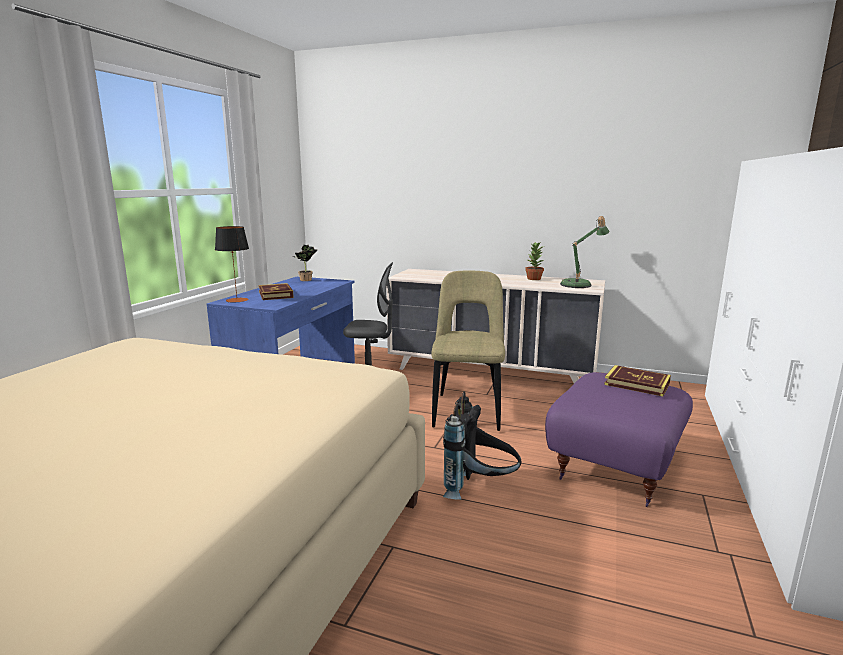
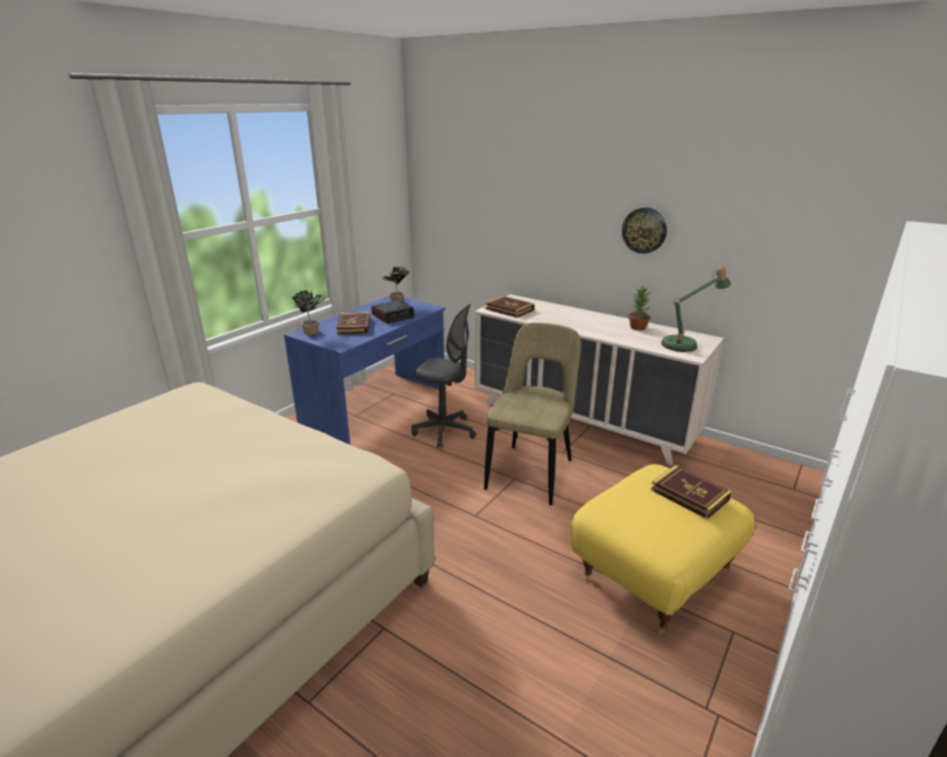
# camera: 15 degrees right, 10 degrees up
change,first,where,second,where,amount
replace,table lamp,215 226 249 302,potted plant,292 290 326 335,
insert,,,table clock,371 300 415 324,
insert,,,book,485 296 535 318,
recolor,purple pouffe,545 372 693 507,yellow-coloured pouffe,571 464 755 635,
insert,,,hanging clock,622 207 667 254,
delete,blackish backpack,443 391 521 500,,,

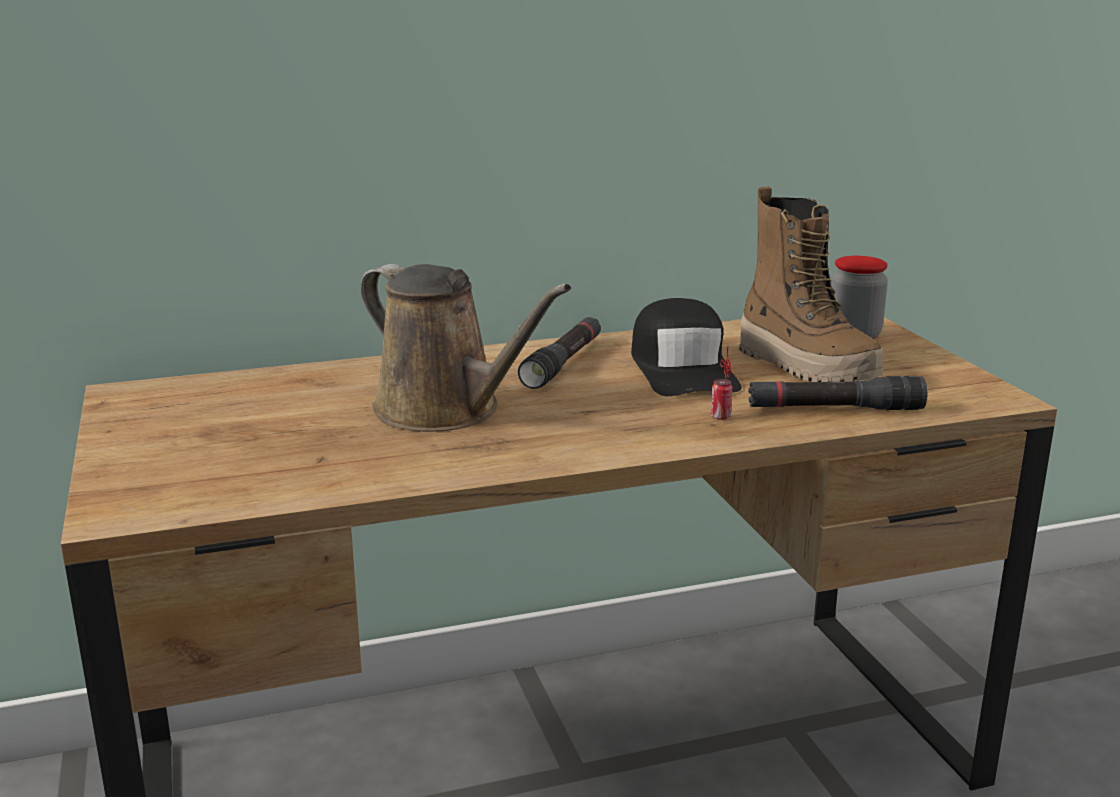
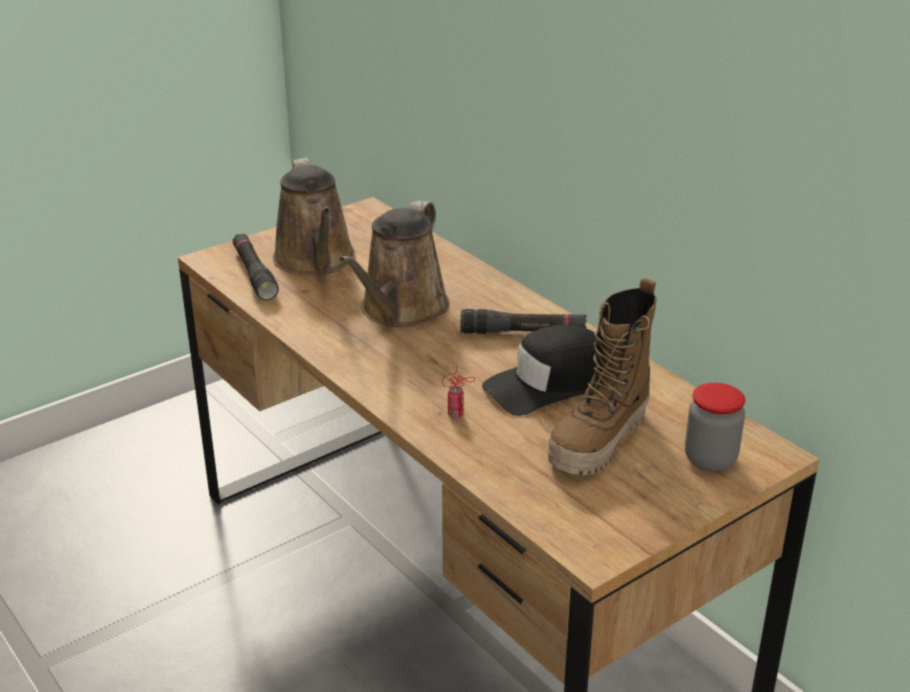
# camera: 70 degrees right, 10 degrees up
change,first,where,second,where,amount
move,blackish hand torch,748 376 927 410,,233 234 279 300,
insert,,,brown watering pot,273 158 355 275,

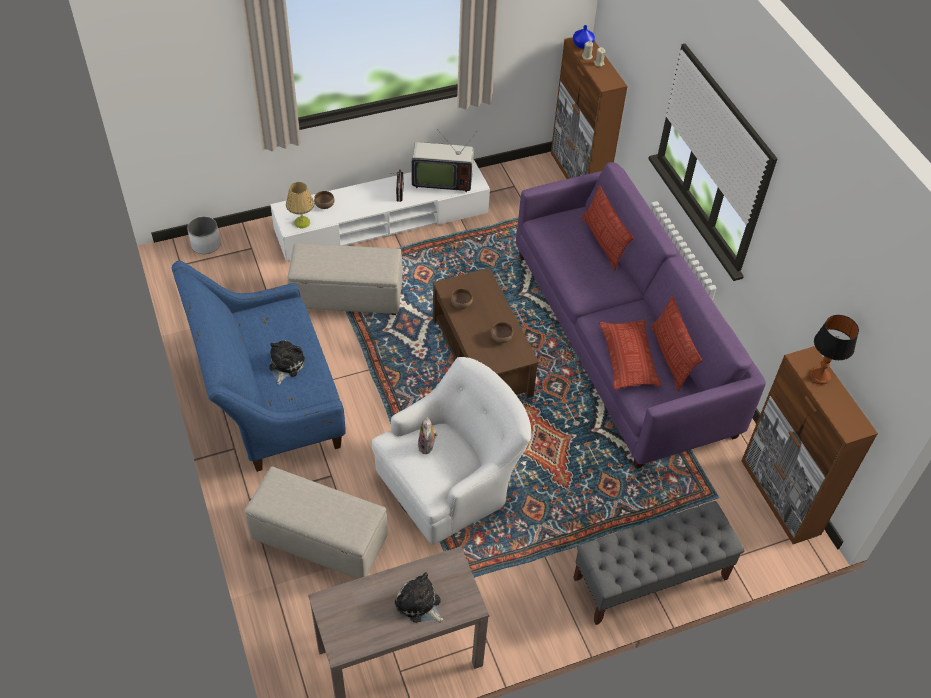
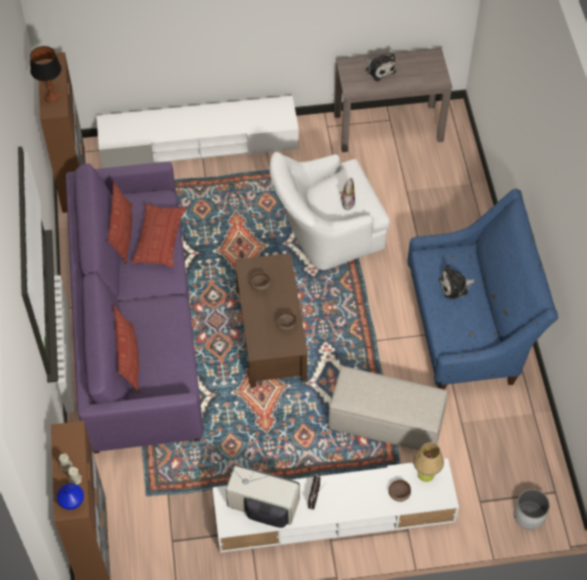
# camera: 165 degrees left, 5 degrees up
change,first,where,second,where,amount
replace,gray long seat,573 501 745 625,white tv stand,97 96 299 168,
rotate,plush toy,269 340 305 385,,439 264 475 300,45 degrees clockwise
delete,beige-coloured pouffe,245 467 387 579,,,

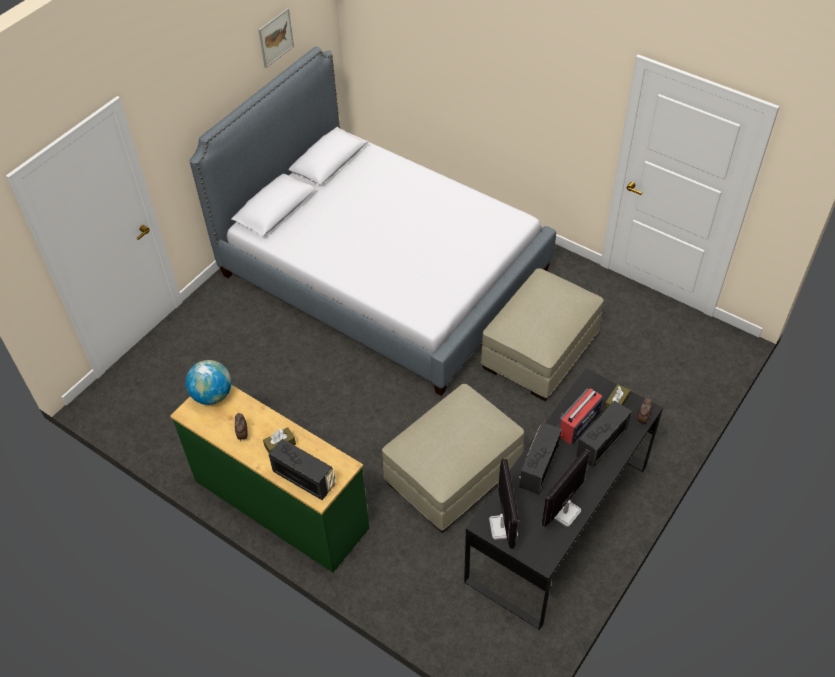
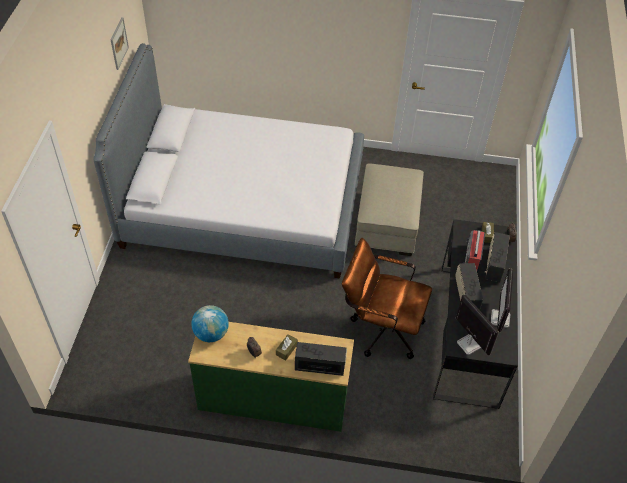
# camera: 30 degrees left, 0 degrees up
change,first,where,second,where,amount
replace,beige-coloured pouffe,382 384 524 533,brown desk chair,342 238 432 359,

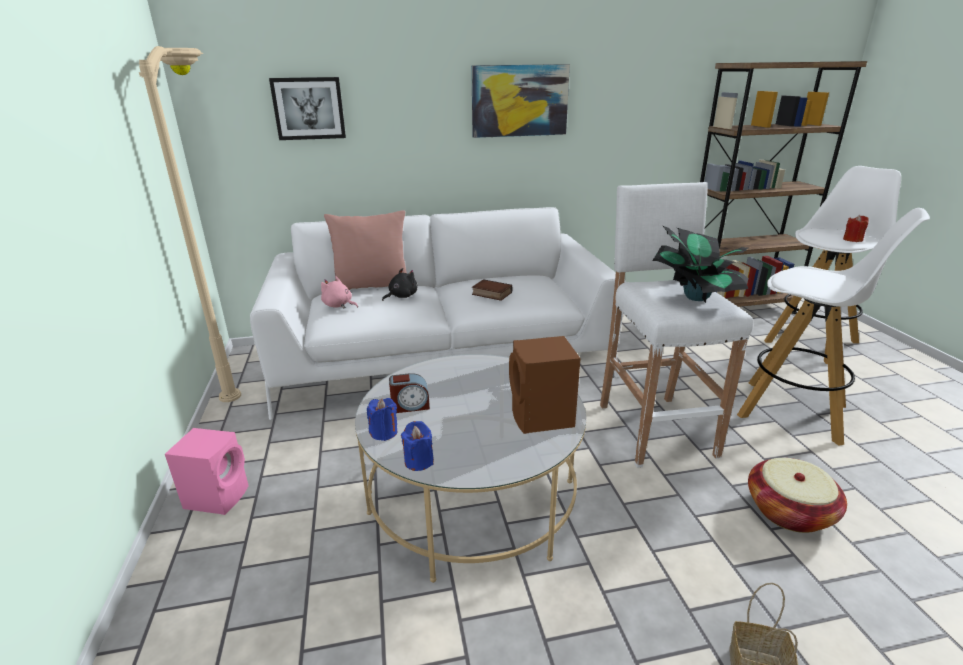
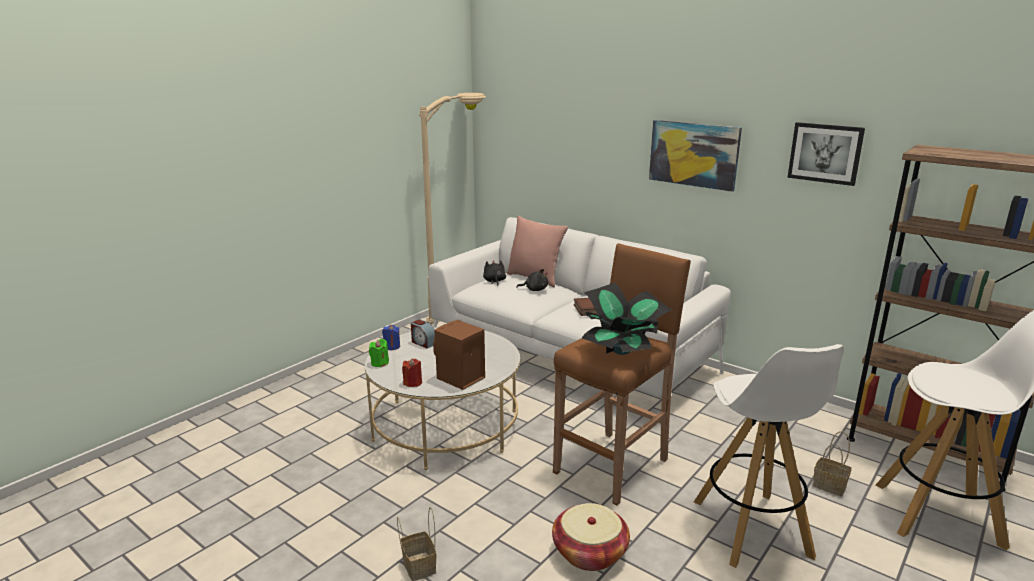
# camera: 50 degrees right, 5 degrees down
change,first,where,second,where,amount
recolor,bluish candle,401 421 434 471,green candle,369 339 389 367,
move,red-coloured candle,843 215 869 242,,402 358 422 387,
recolor,pink-coloured plush toy,321 276 358 308,blackish plush toy,483 260 506 286,
recolor,white sitting stool,600 182 753 468,brown sitting stool,553 243 691 506,
move,picture,269 77 346 140,,787 122 865 186,
insert,,,household basket,813 431 852 496,
delete,pink-coloured loudspeaker,165 428 249 515,,,

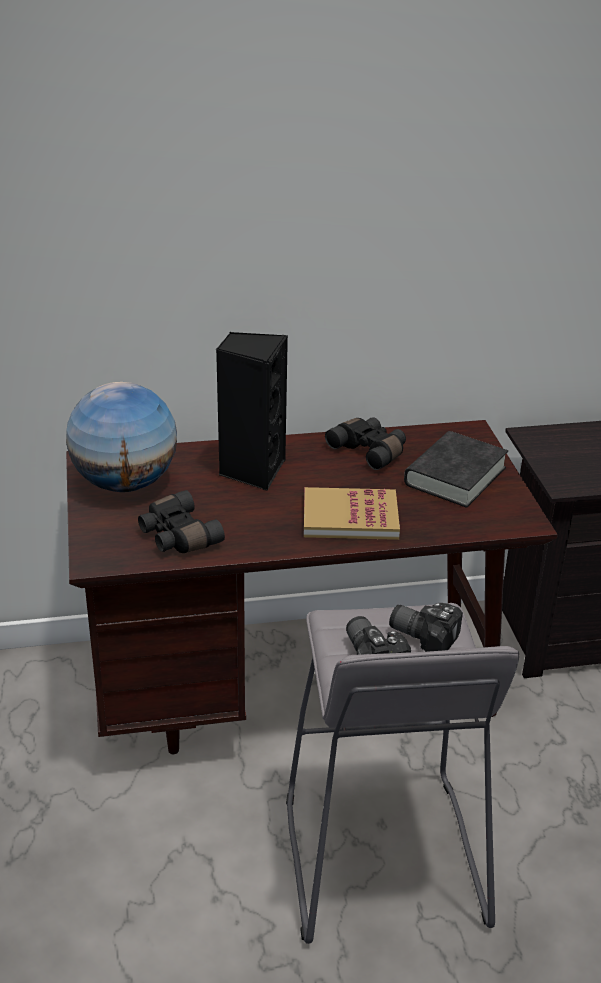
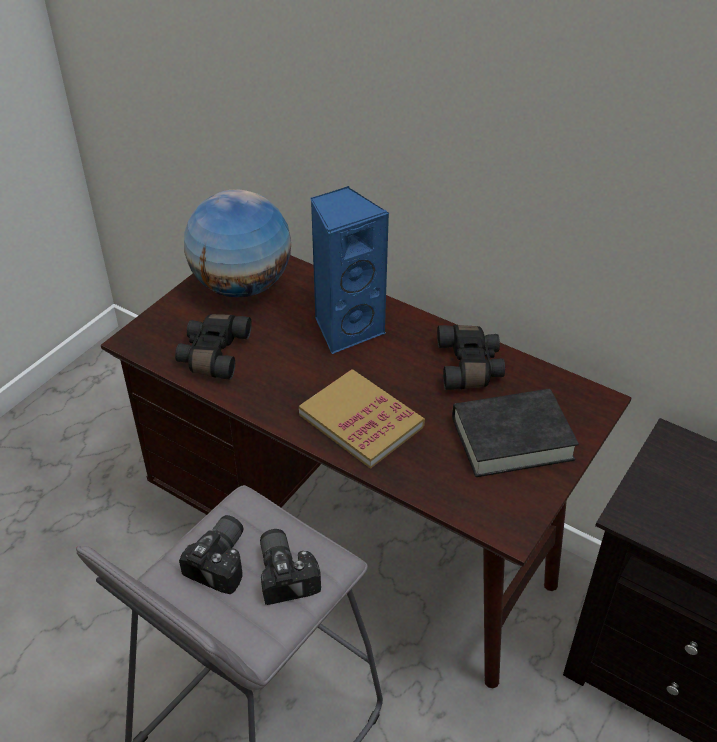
# camera: 45 degrees right, 10 degrees up
change,first,where,second,where,amount
recolor,blackish loudspeaker,216 332 288 491,bluish loudspeaker,310 186 389 354,

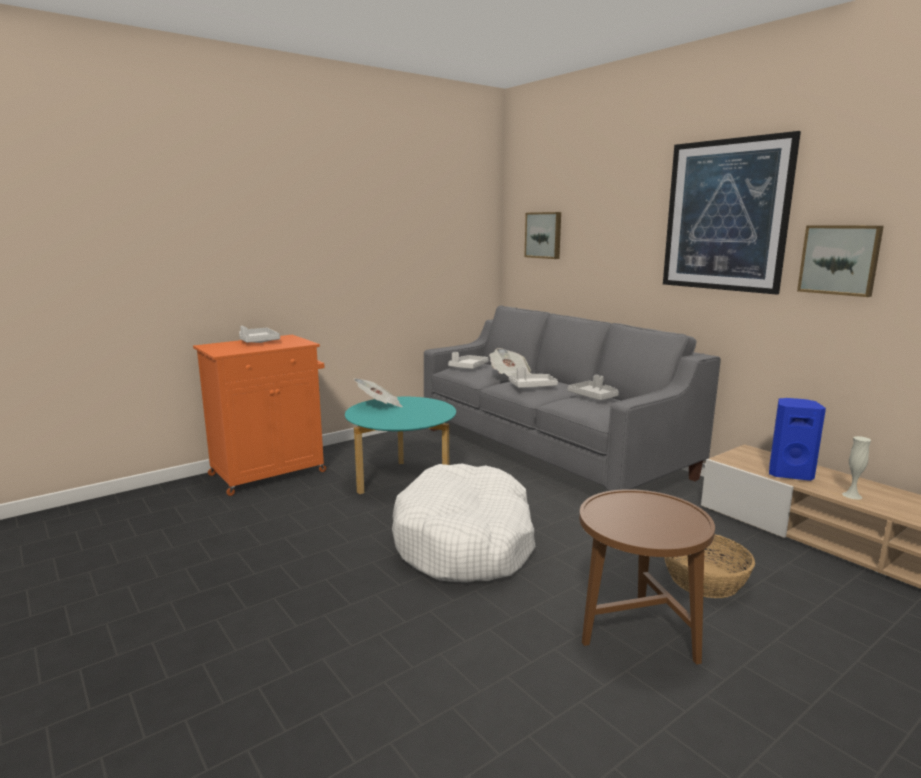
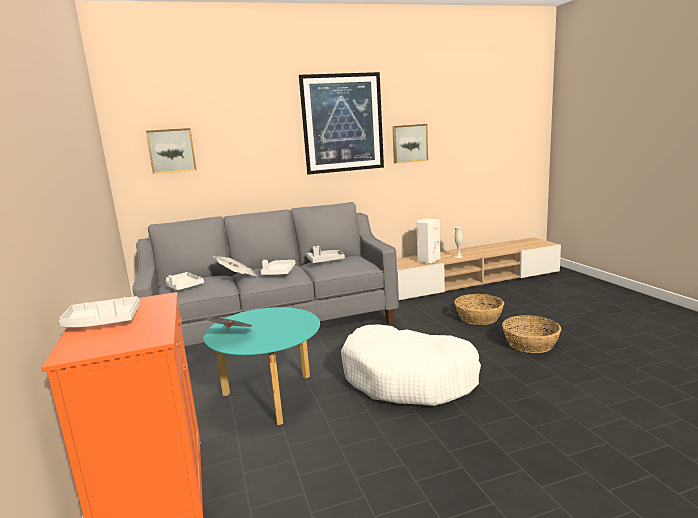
# camera: 70 degrees left, 0 degrees up
change,first,where,second,where,amount
recolor,bluish loudspeaker,769 398 826 481,white loudspeaker,416 219 440 264,
replace,brown side table,579 489 715 665,household basket,502 315 561 353,

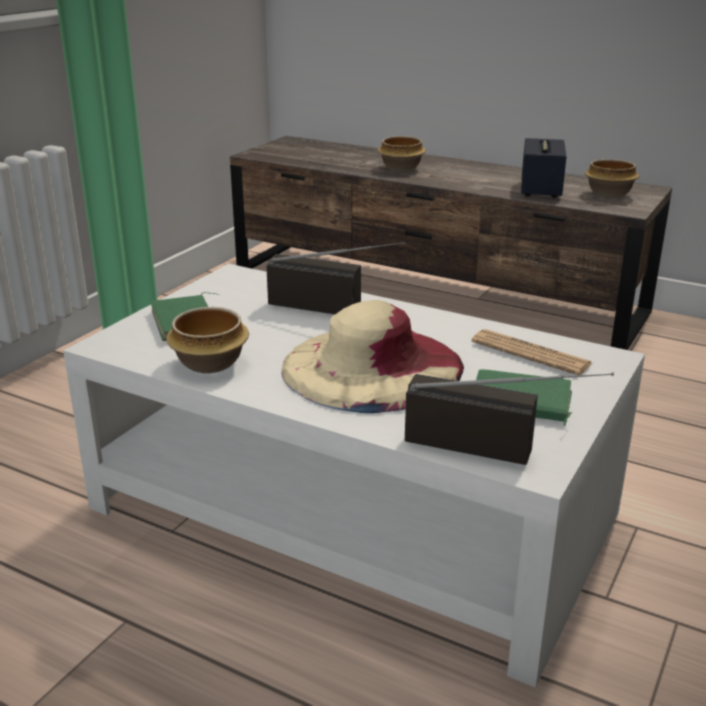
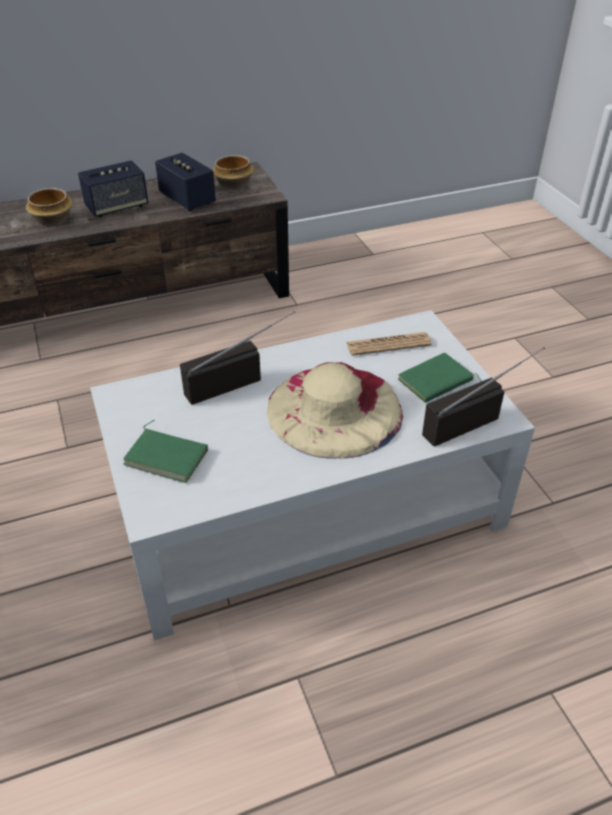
# camera: 50 degrees left, 15 degrees up
change,first,where,second,where,amount
insert,,,loudspeaker,78 160 149 217,
delete,deep dish,166 307 249 373,,,

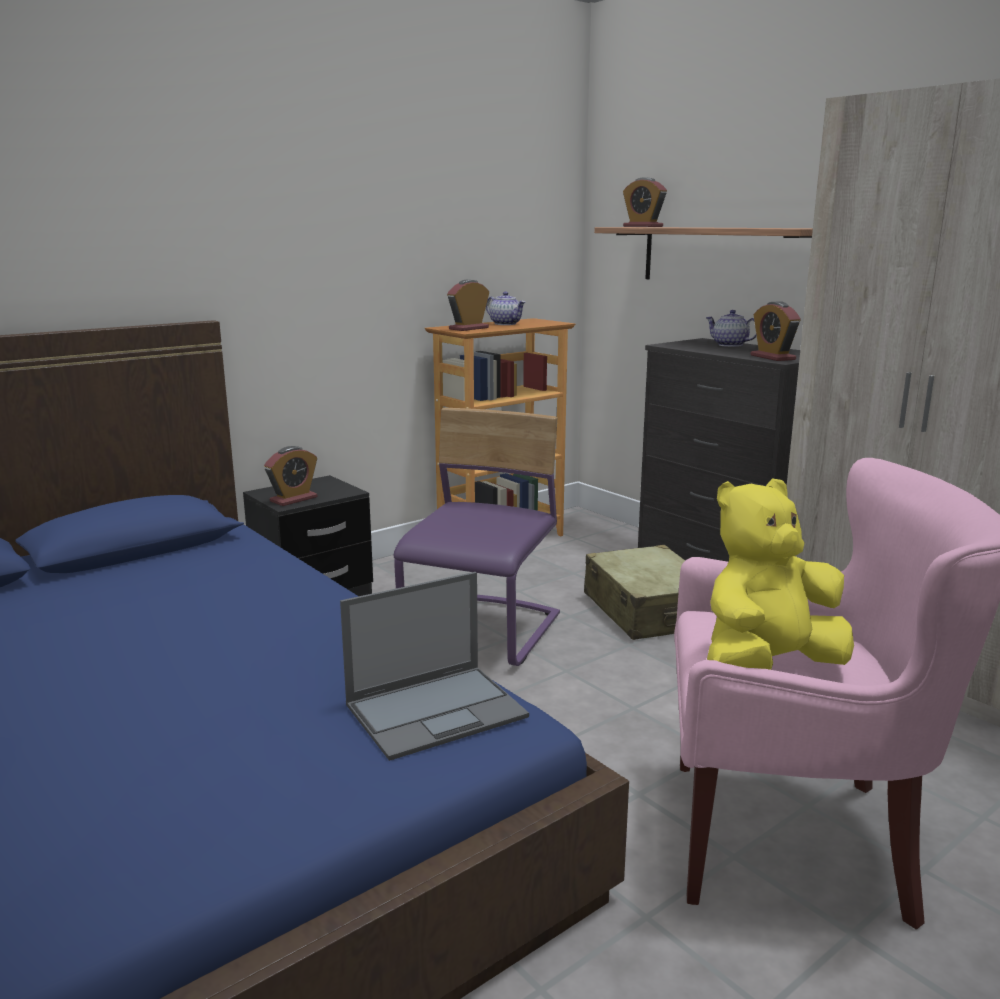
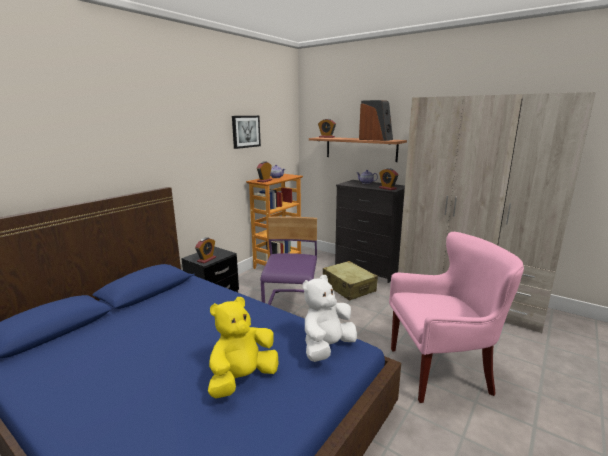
# camera: 15 degrees left, 0 degrees up
change,first,where,second,where,amount
move,yellow-coloured plush toy,707 478 854 670,,208 297 279 398,
insert,,,picture,232 116 261 149,
replace,laptop,340 572 529 761,white plush toy,303 275 357 362,
insert,,,loudspeaker,359 100 393 141,

